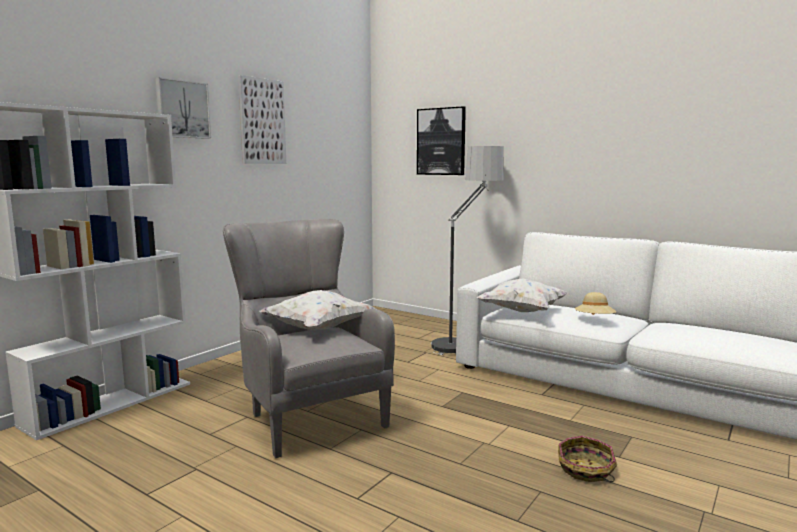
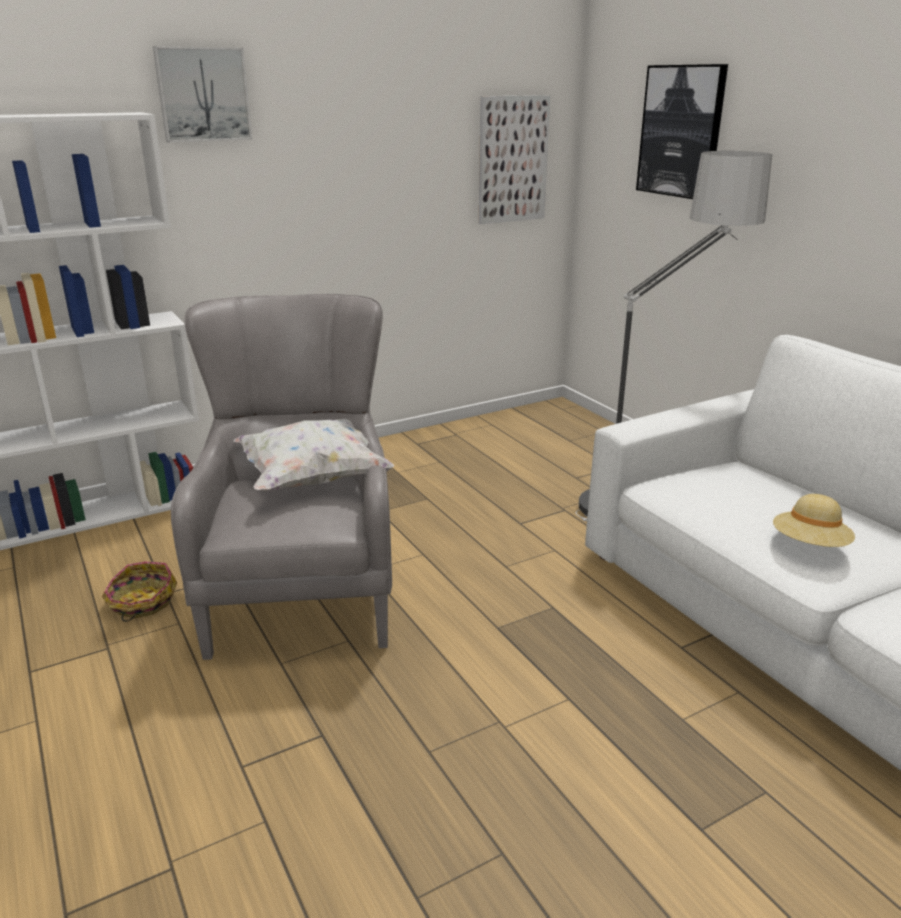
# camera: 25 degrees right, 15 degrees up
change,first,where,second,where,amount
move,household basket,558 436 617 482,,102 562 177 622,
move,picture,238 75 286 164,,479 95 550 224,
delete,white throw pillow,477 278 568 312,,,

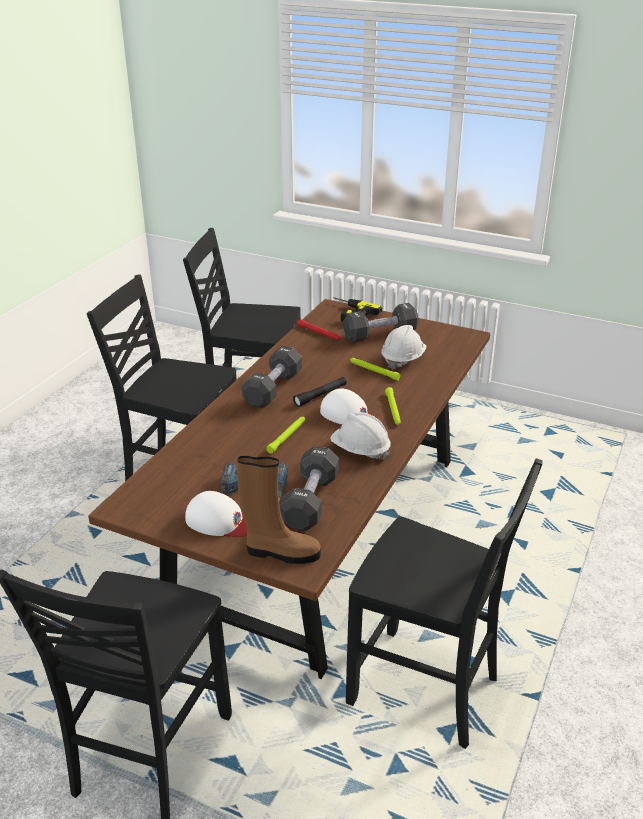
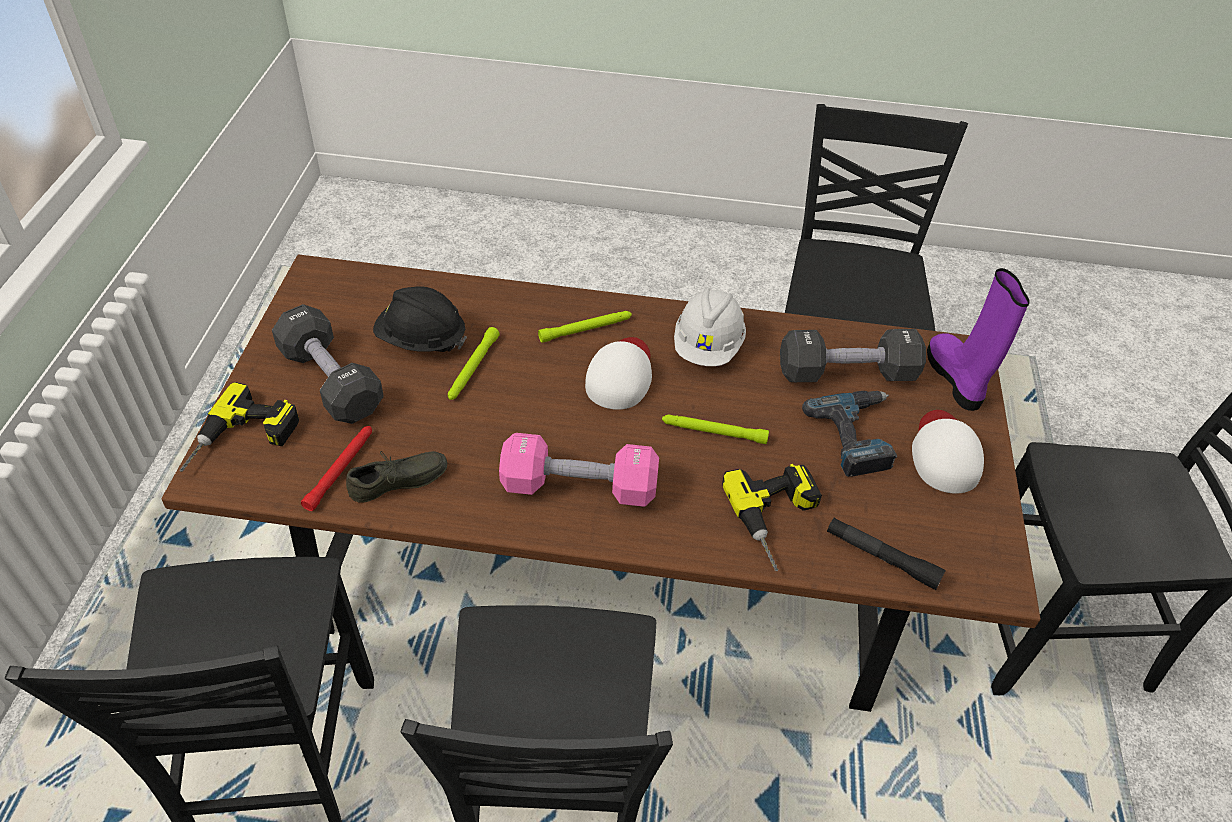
# camera: 110 degrees left, 15 degrees up
change,first,where,second,where,amount
insert,,,gray shoe,346 451 447 503,
recolor,white work helmet,381 325 427 370,blackish work helmet,373 286 467 352,
recolor,blackish free weight,242 346 302 409,pink-coloured free weight,499 433 659 507,
insert,,,electric drill,722 464 822 571,
move,blackish hand torch,293 377 347 407,,827 517 946 590,
recolor,brown tall boot,237 456 321 564,purple tall boot,927 268 1030 411,

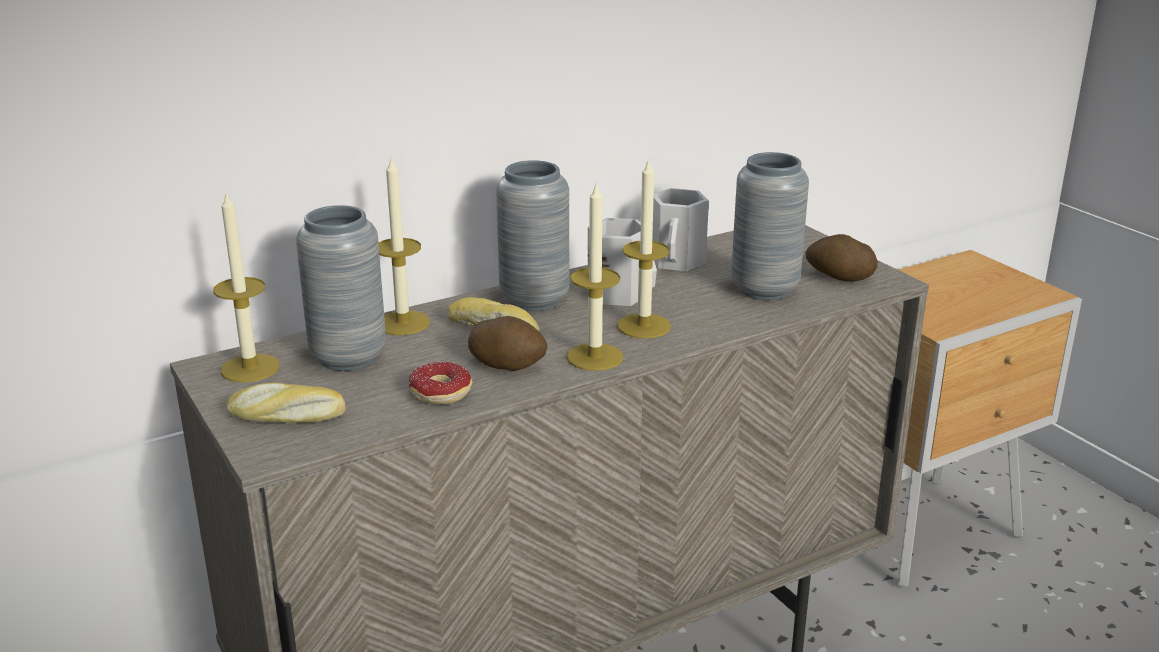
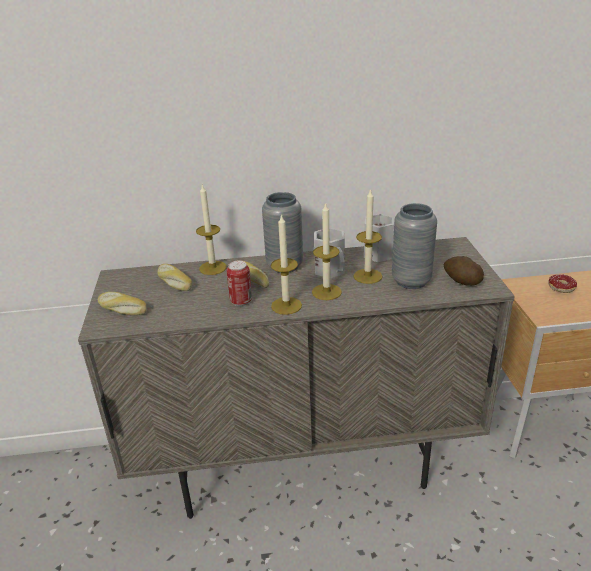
# camera: 25 degrees right, 5 degrees up
change,first,where,second,where,amount
replace,gray vase,296 205 386 371,baked bread,158 264 192 291,
replace,whole potato,468 316 547 371,sealed can,226 261 252 306,
move,candle,213 191 280 382,,354 188 382 284,
move,donut,409 361 472 404,,548 274 577 293,

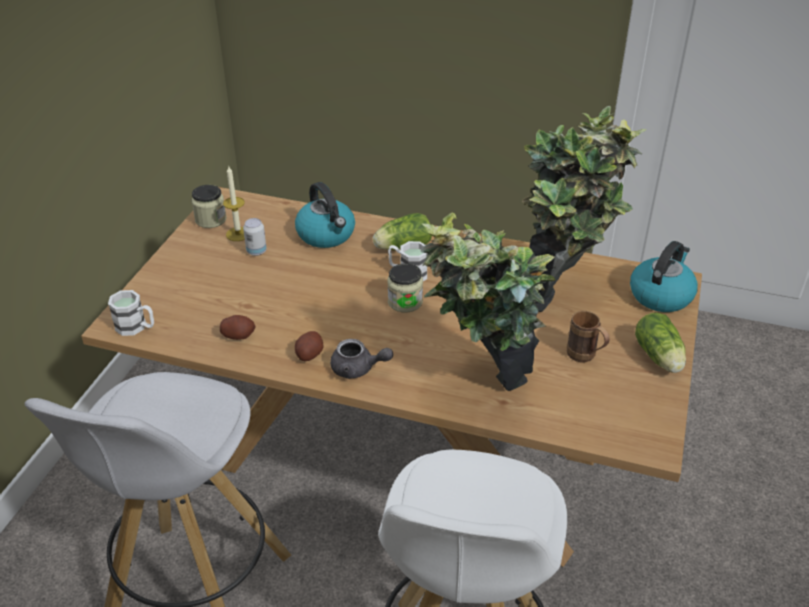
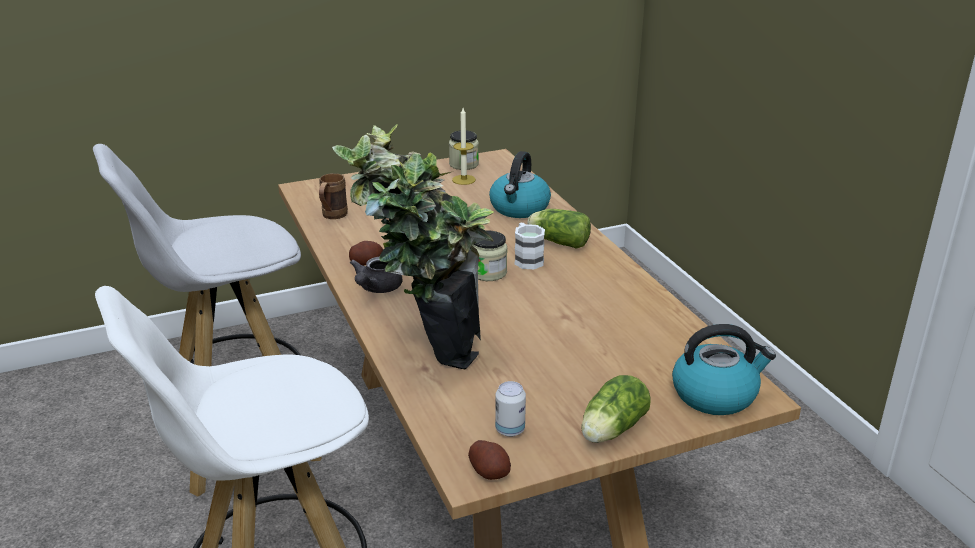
# camera: 50 degrees right, 10 degrees down
change,first,where,second,where,amount
move,brown coffee mug,567 311 610 362,,319 173 348 219,
rotate,gray teapot,330 339 393 379,,350 257 402 293,45 degrees clockwise
move,whole potato,220 315 255 340,,468 440 511 480,
move,sealed can,243 218 267 256,,495 381 526 437,
delete,white coffee mug,108 290 154 336,,,
delete,potted plant,522 106 647 312,,,

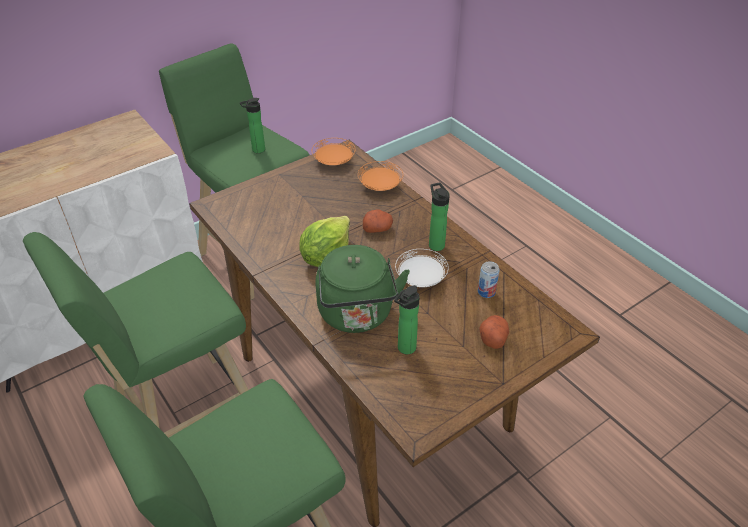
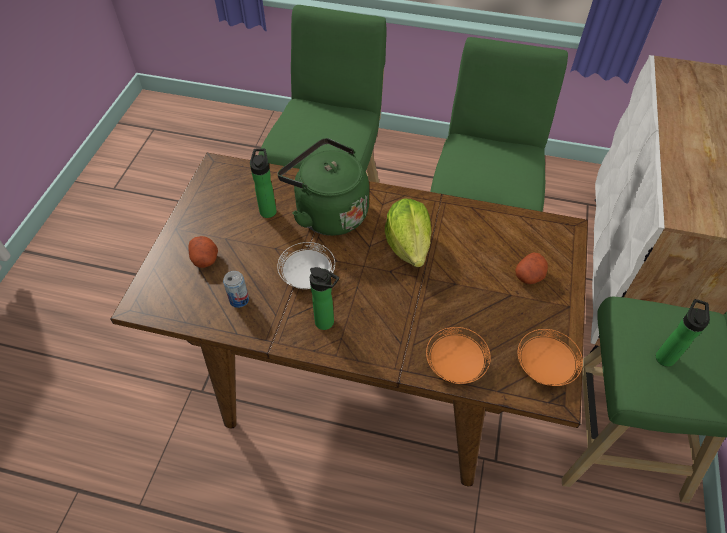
# camera: 140 degrees right, 10 degrees up
change,first,where,second,where,amount
move,whole potato,363 210 393 233,,515 252 548 284,

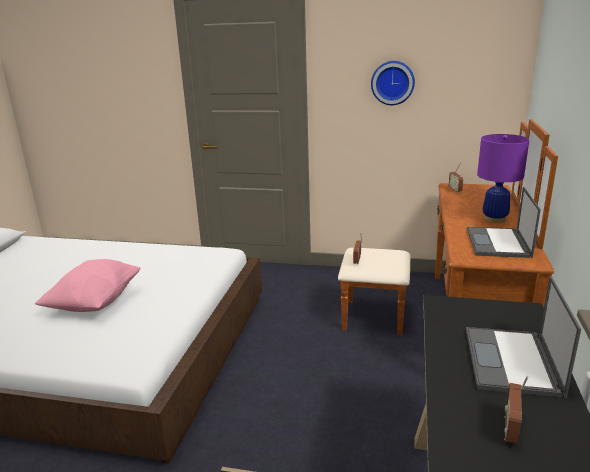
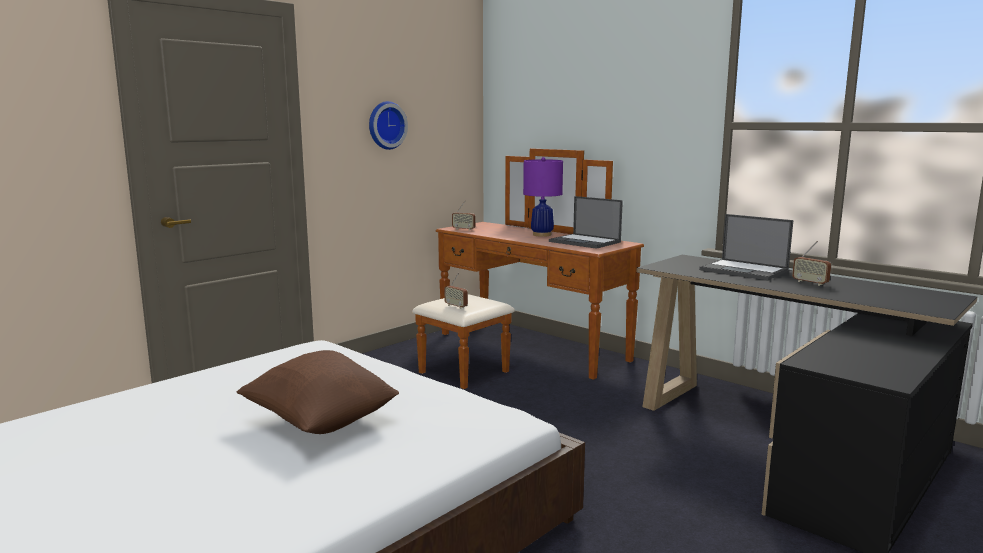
# camera: 60 degrees left, 10 degrees down
change,first,where,second,where,amount
recolor,pink-coloured throw pillow,35 259 141 312,brown throw pillow,236 350 399 434,

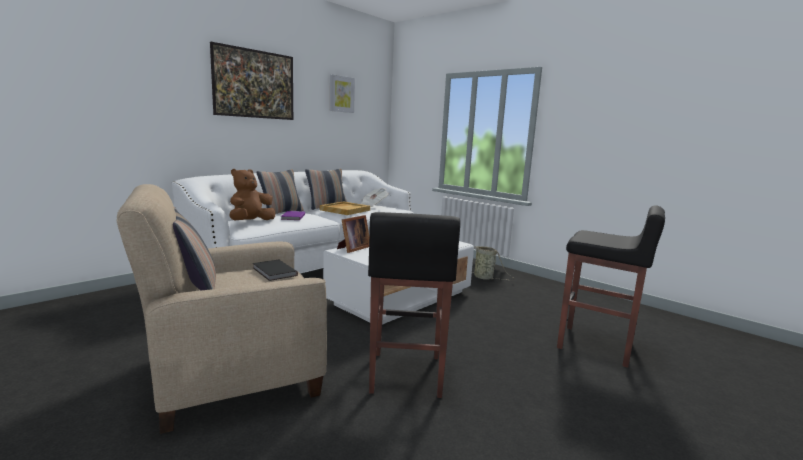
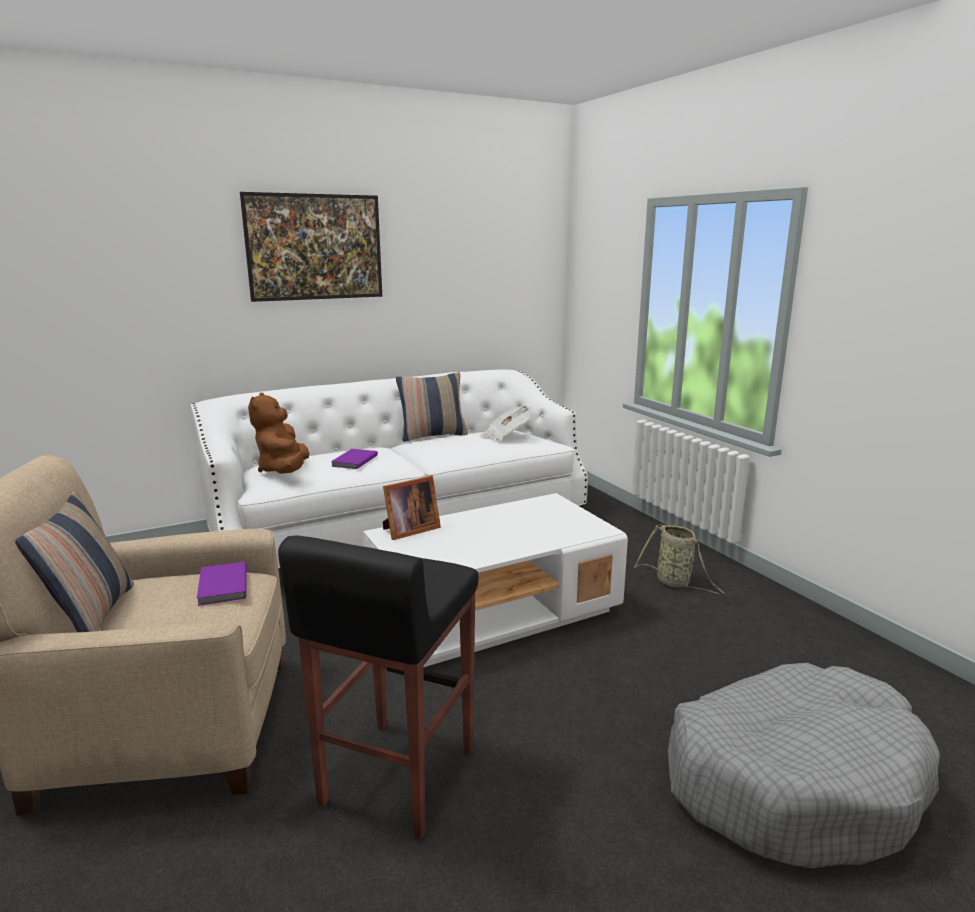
# camera: 20 degrees right, 5 degrees up
change,first,where,second,where,amount
recolor,blackish book,253 259 298 281,purple book,197 562 246 606,
rotate,brown plush toy,230 169 275 221,,248 393 309 474,60 degrees counterclockwise
replace,blackish sitting stool,557 205 665 368,gray dog bed,668 663 940 868,
delete,throw pillow,257 169 303 214,,,
delete,beige-coloured serving tray,320 201 370 215,,,
delete,picture,330 74 355 113,,,

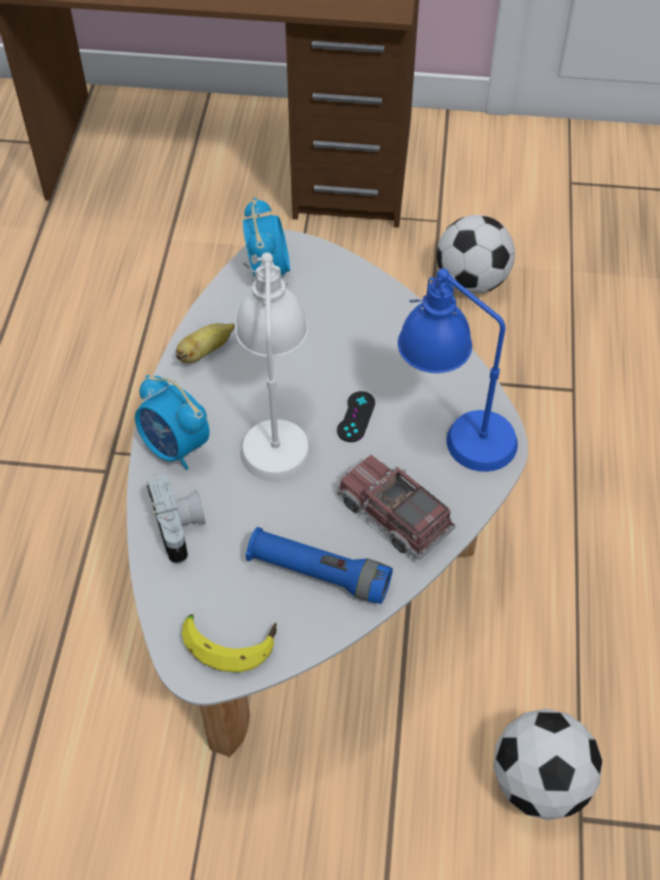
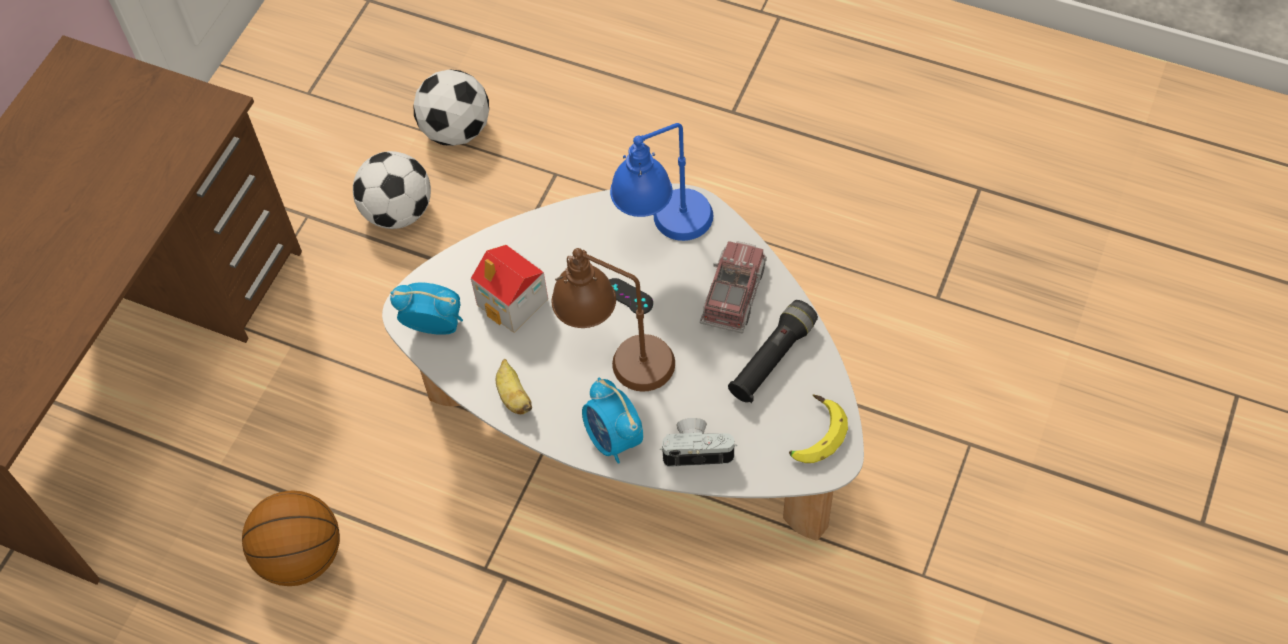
# camera: 70 degrees left, 5 degrees up
change,first,where,second,where,amount
insert,,,basketball ball,242 490 340 586,
move,ball for football,493 709 602 820,,414 69 489 146,
insert,,,toy house,471 245 548 333,
recolor,white table lamp,235 253 312 481,brown table lamp,552 248 675 391,
rotate,table clock,135 375 209 470,,582 377 643 464,90 degrees clockwise
rotate,toy truck,337 455 456 560,,700 241 767 333,135 degrees clockwise
recolor,bluish hand torch,246 527 393 604,blackish hand torch,728 300 818 403,

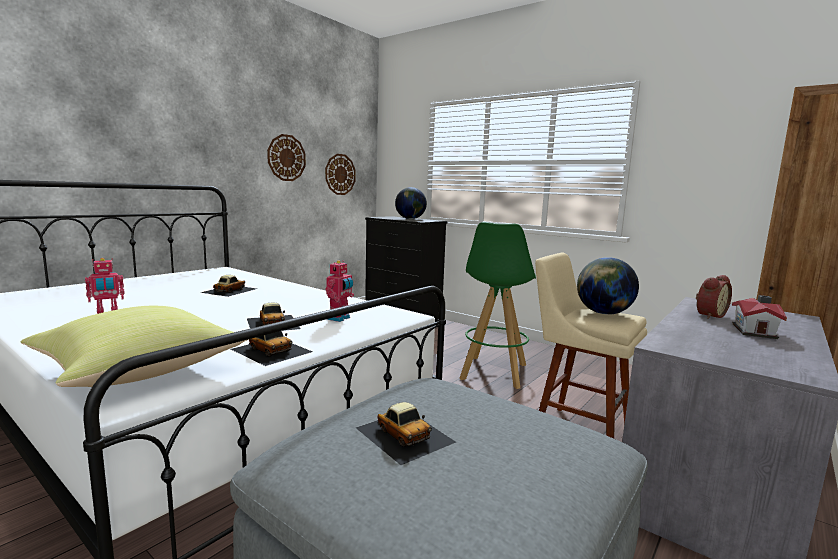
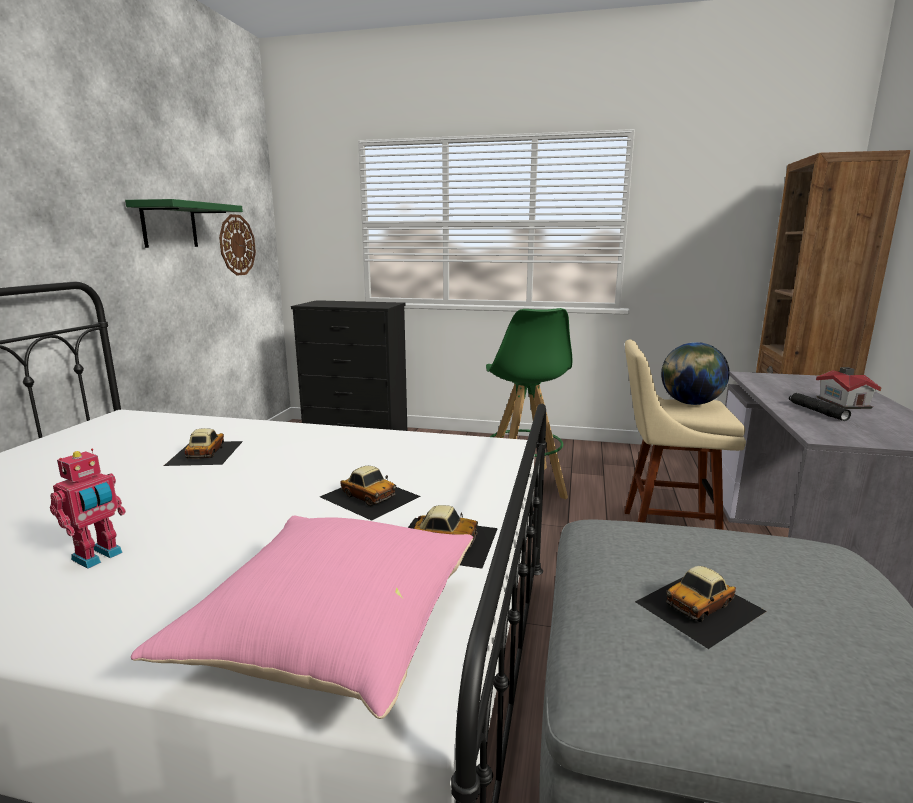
# camera: 25 degrees left, 5 degrees up
change,first,where,second,where,amount
replace,hanging clock,267 134 306 181,green bracket shelf,125 199 243 248,
recolor,yellow-coloured throw pillow,21 306 249 387,pink-coloured throw pillow,131 516 473 719,
rotate,toy car,356 402 456 465,,635 566 766 649,120 degrees clockwise
insert,,,blackish hand torch,789 393 851 421,
delete,model robot,325 260 354 322,,,
delete,globe,395 187 427 219,,,
delete,table clock,696 275 732 318,,,

